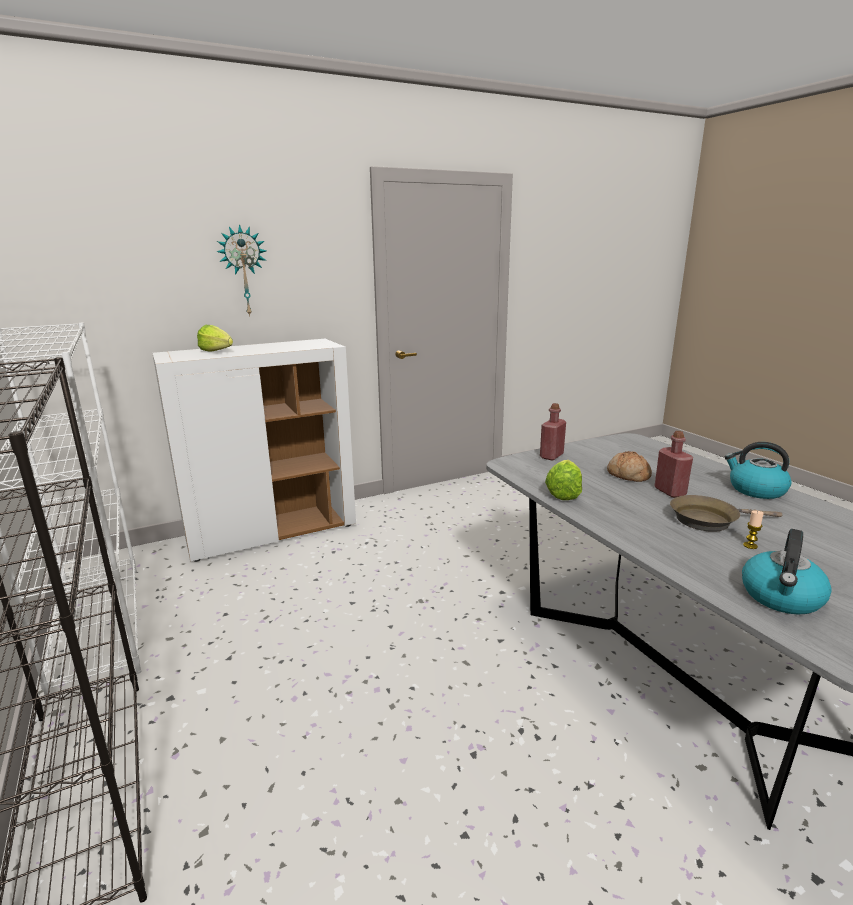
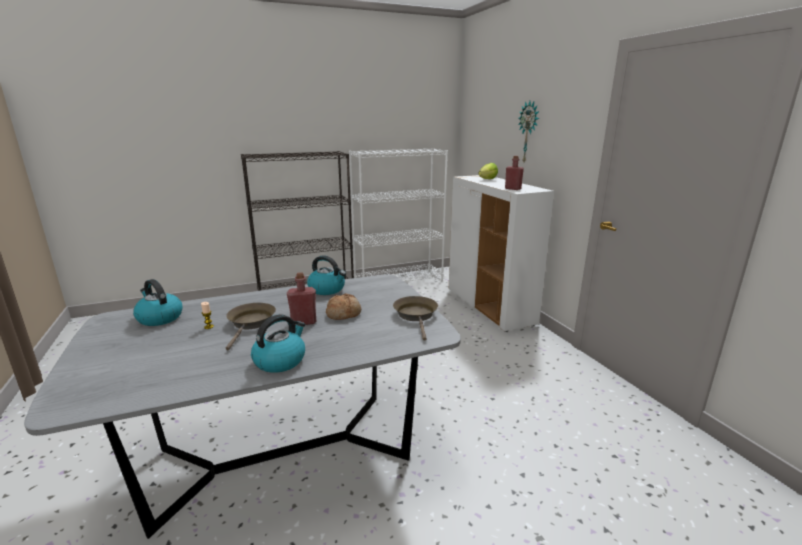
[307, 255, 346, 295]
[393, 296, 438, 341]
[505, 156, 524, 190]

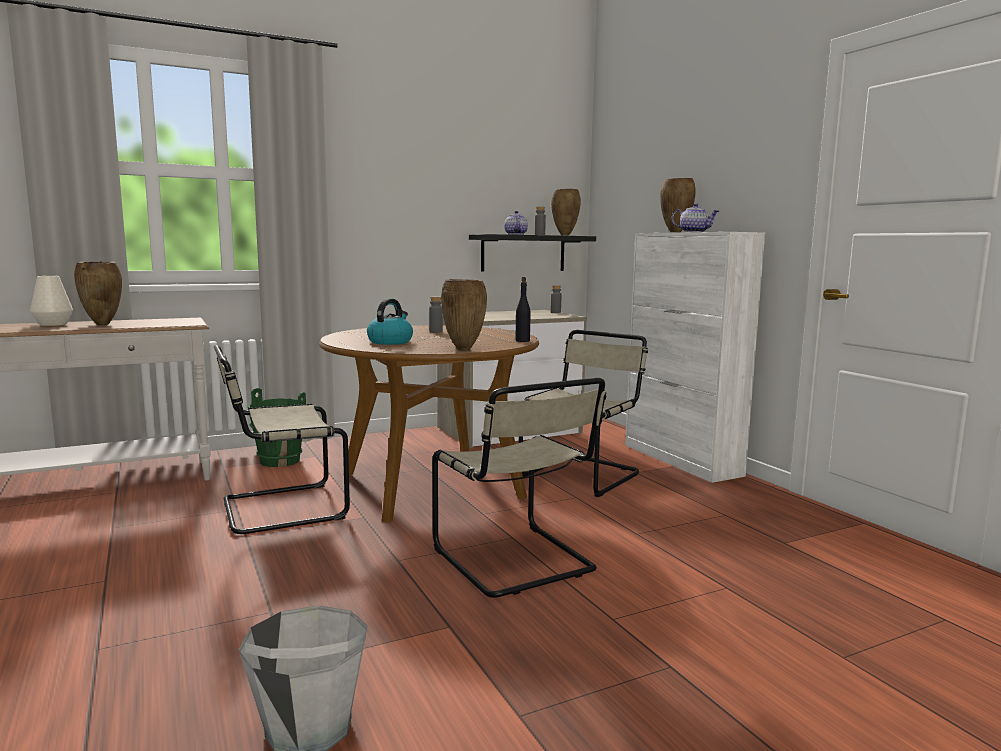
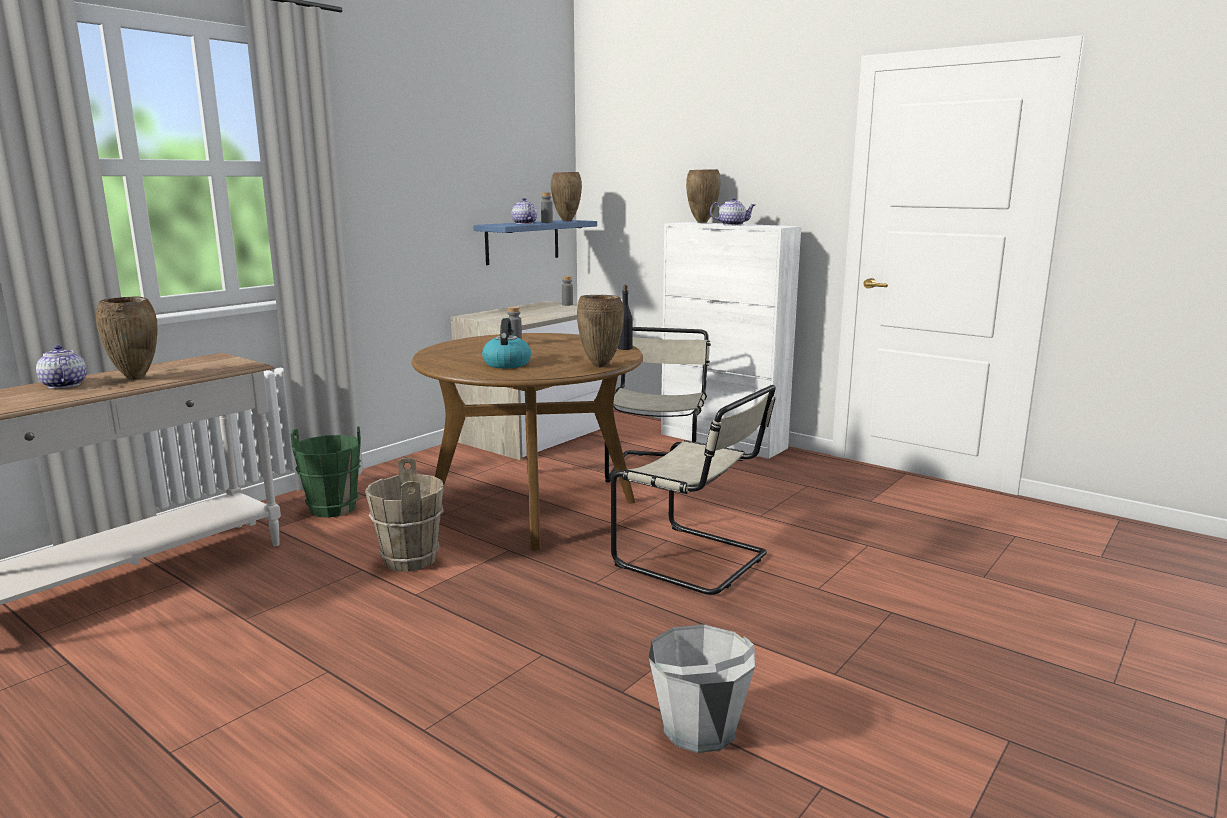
[36, 345, 87, 389]
[365, 457, 444, 572]
[473, 220, 597, 265]

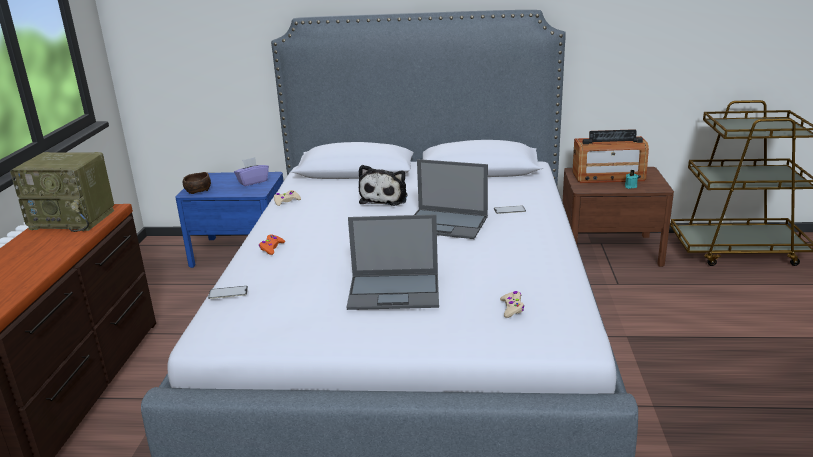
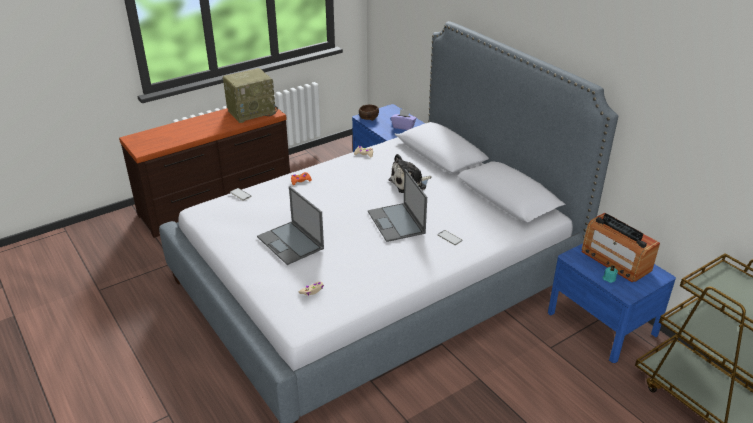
[223, 68, 278, 123]
[548, 243, 676, 363]

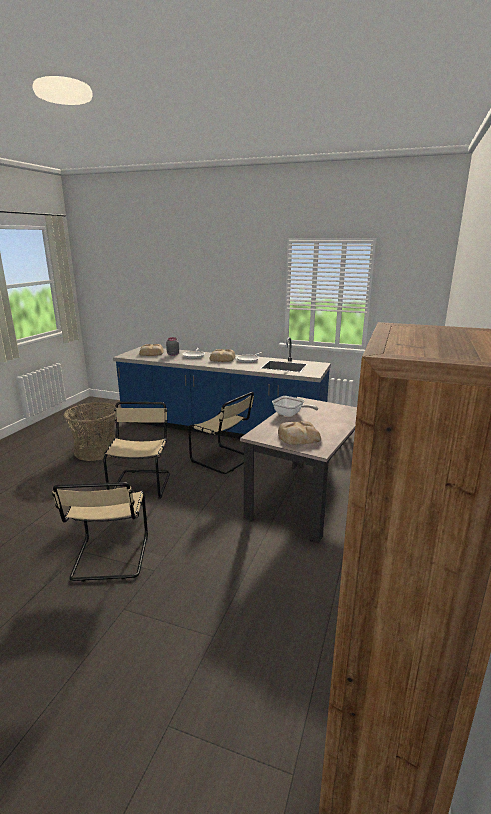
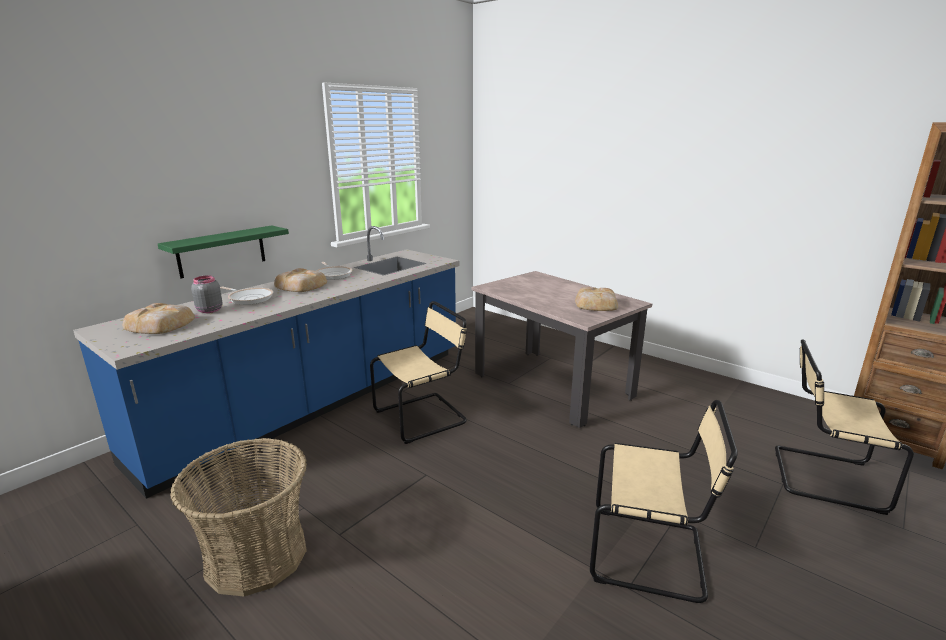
[158, 225, 289, 279]
[775, 339, 914, 515]
[272, 396, 318, 417] (first image)

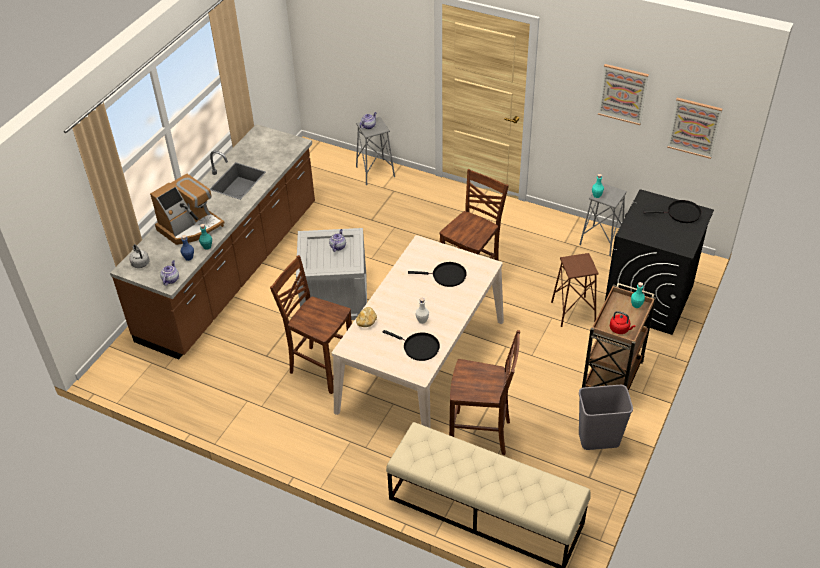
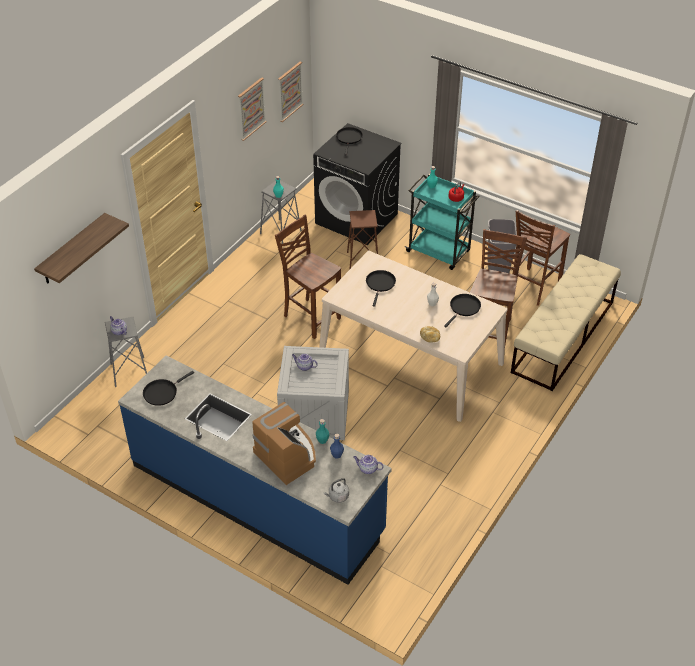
[34, 213, 129, 284]
[118, 356, 392, 585]
[143, 371, 194, 406]
[405, 173, 480, 270]
[513, 210, 570, 306]

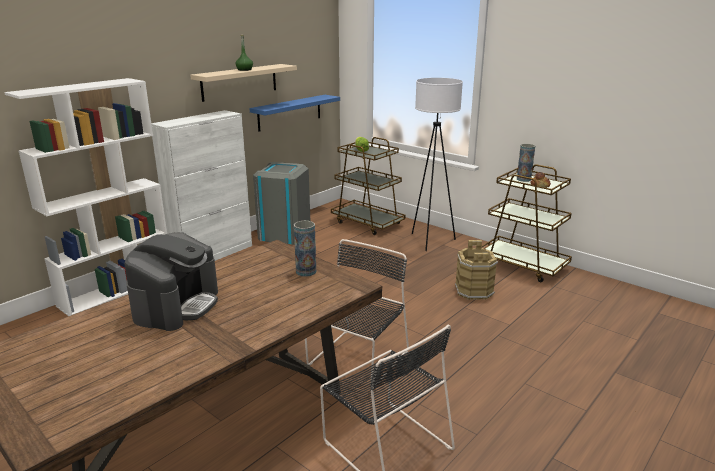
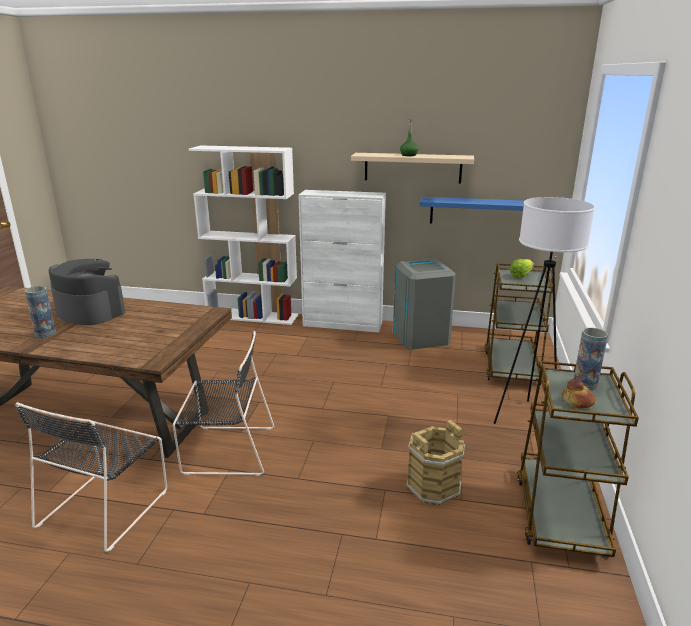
[24, 286, 56, 338]
[49, 259, 125, 325]

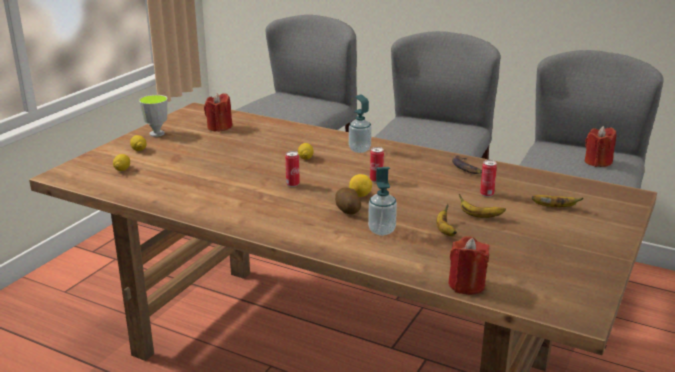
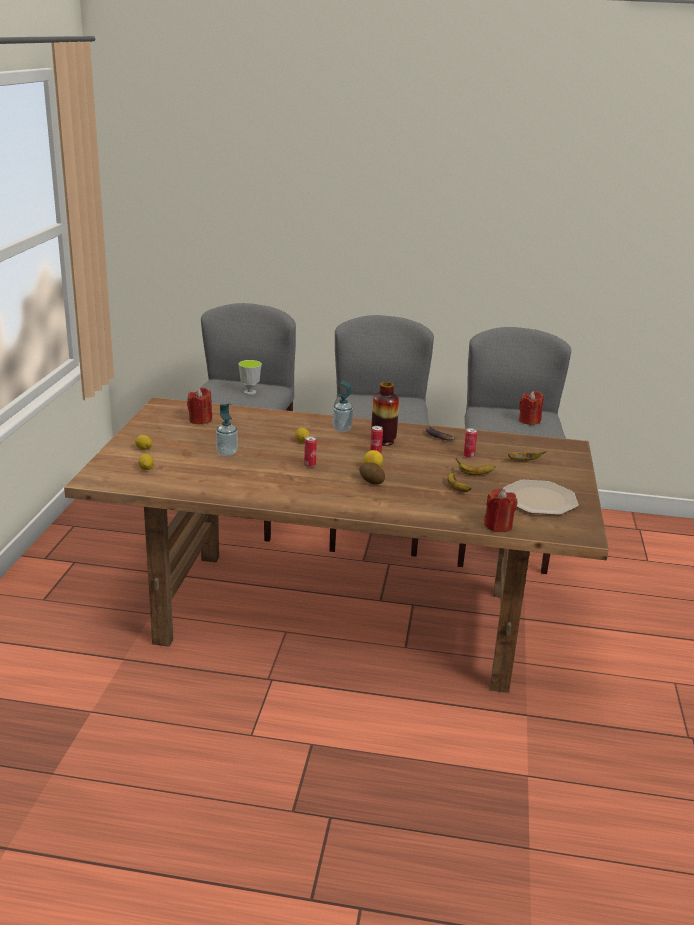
[216, 403, 238, 456]
[238, 360, 262, 395]
[371, 382, 399, 446]
[503, 480, 579, 515]

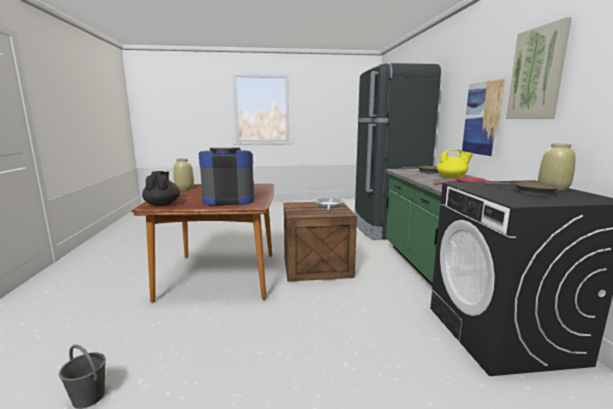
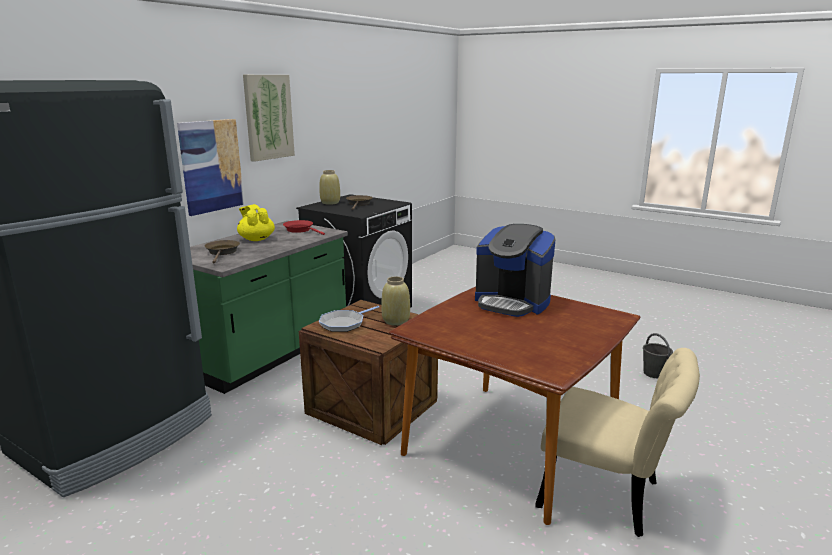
[381, 276, 410, 326]
[536, 348, 700, 537]
[142, 171, 180, 206] (first image)

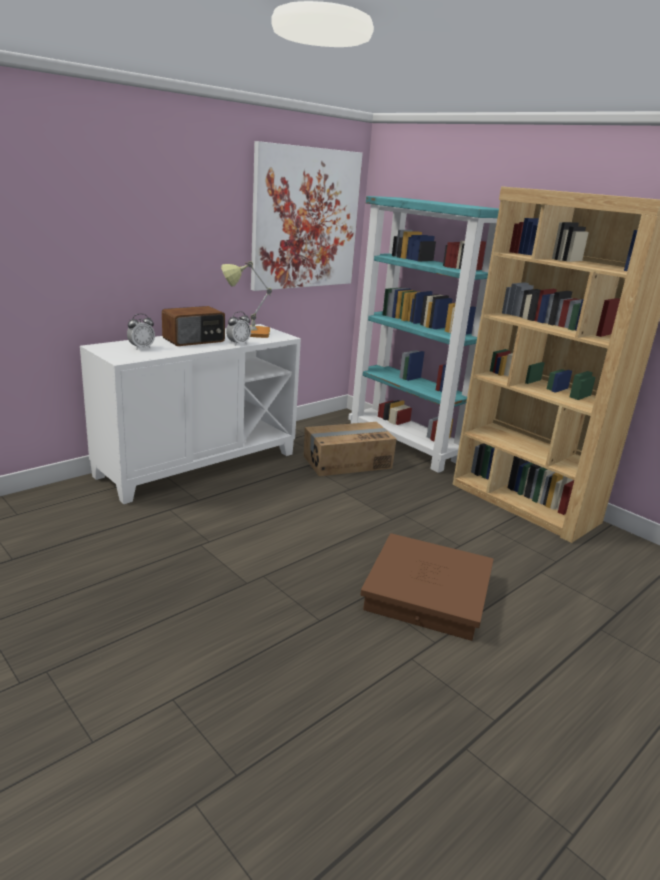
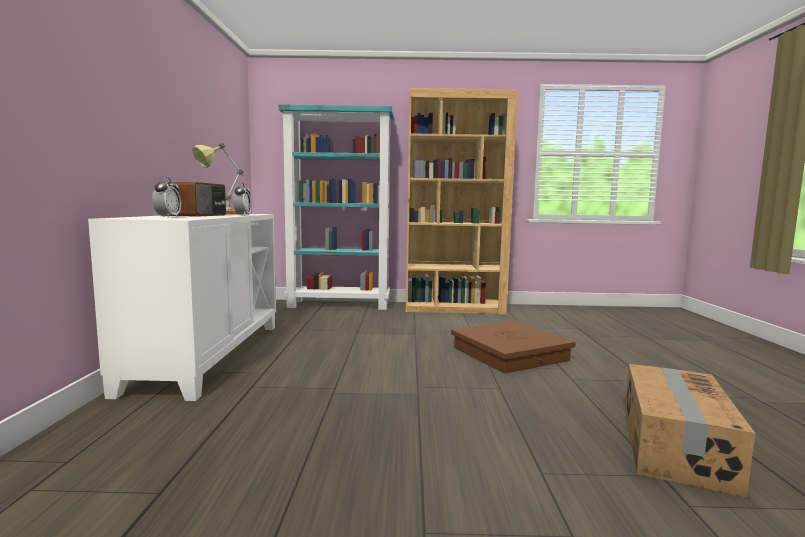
[625, 364, 756, 498]
[251, 141, 363, 291] (first image)

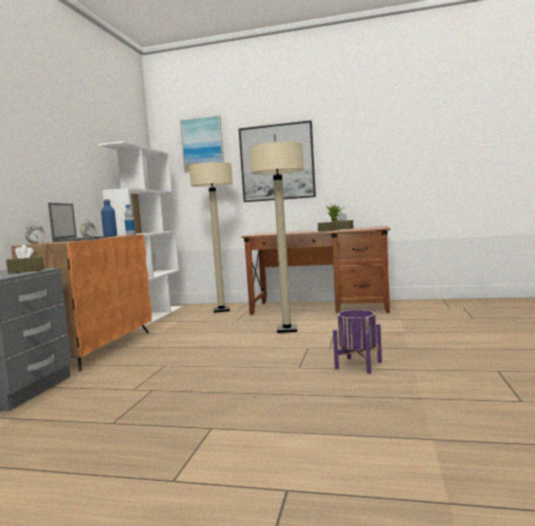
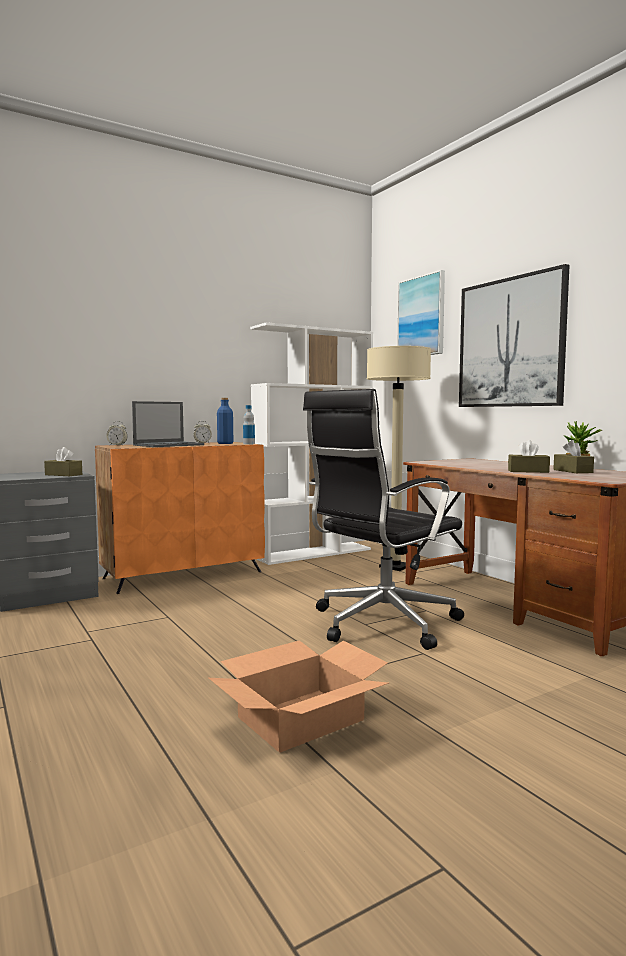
[209, 640, 389, 753]
[303, 389, 464, 650]

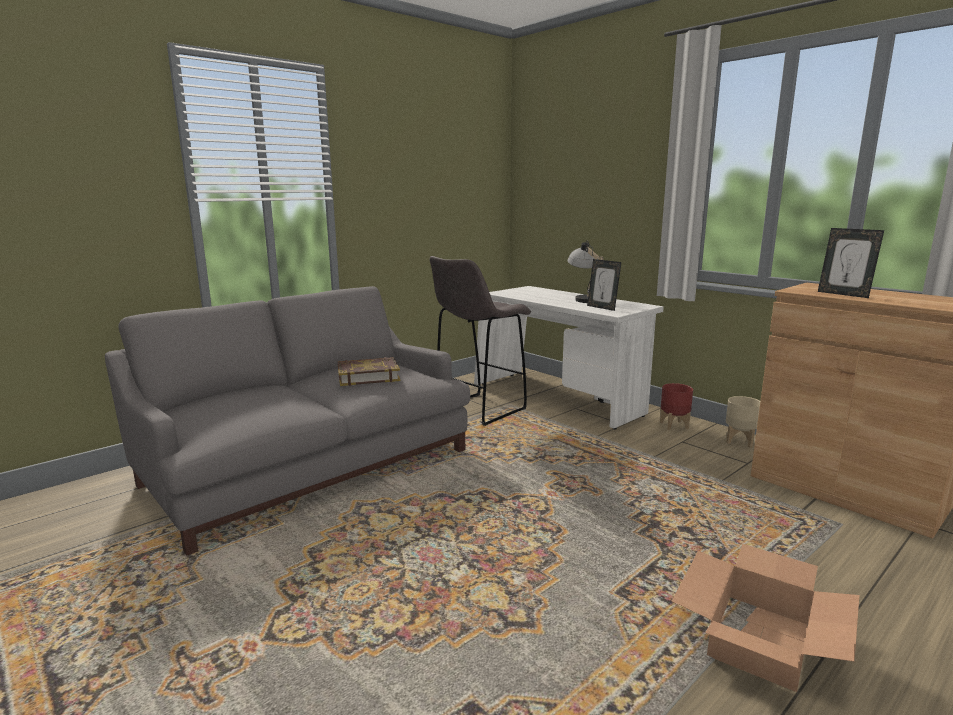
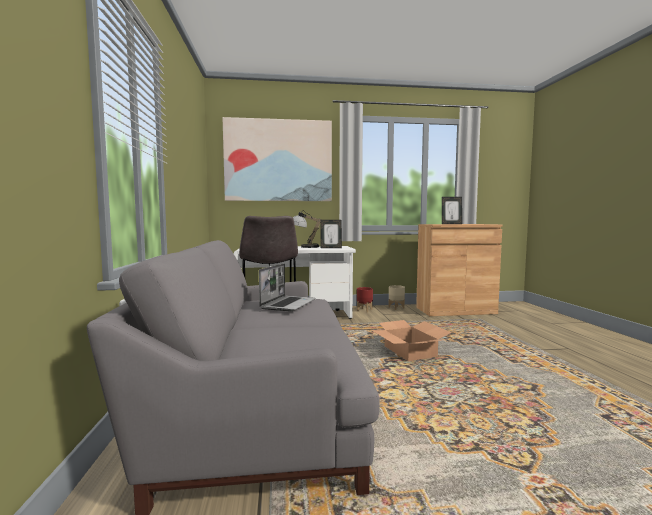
[223, 117, 332, 201]
[259, 263, 316, 311]
[371, 320, 451, 361]

